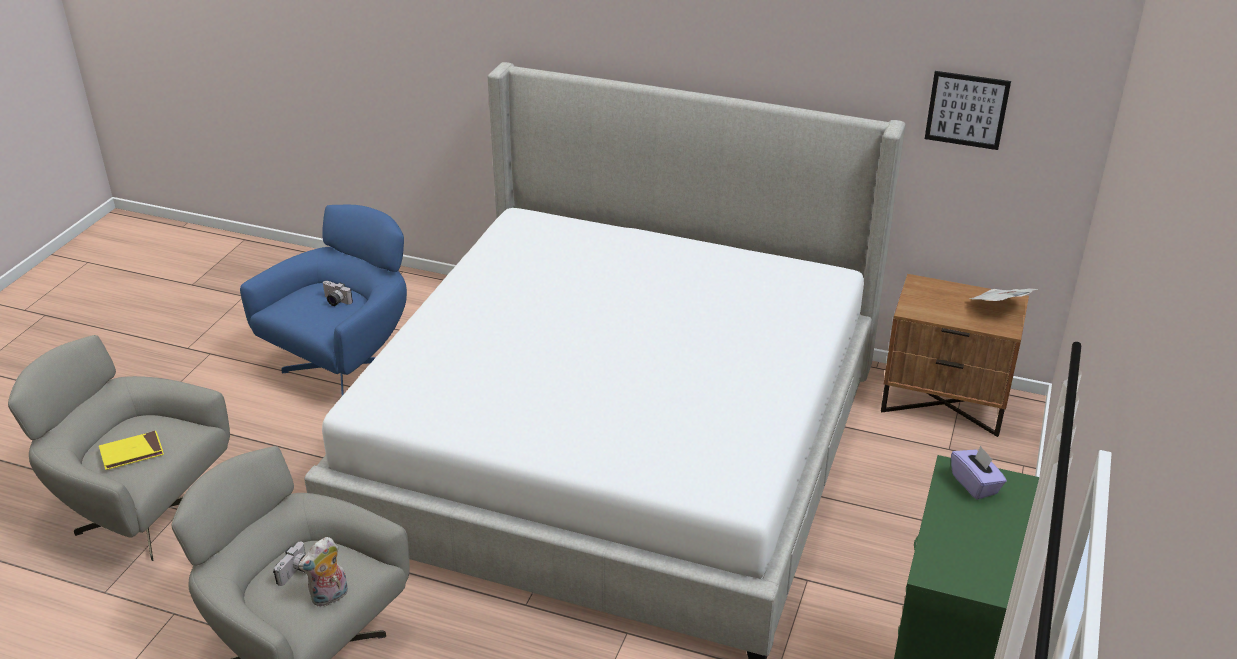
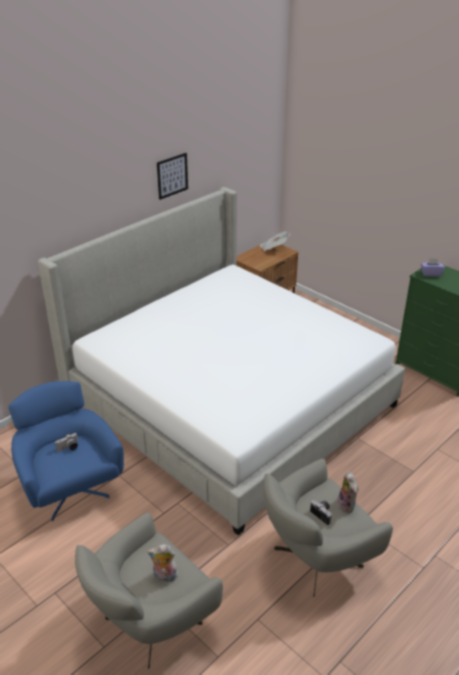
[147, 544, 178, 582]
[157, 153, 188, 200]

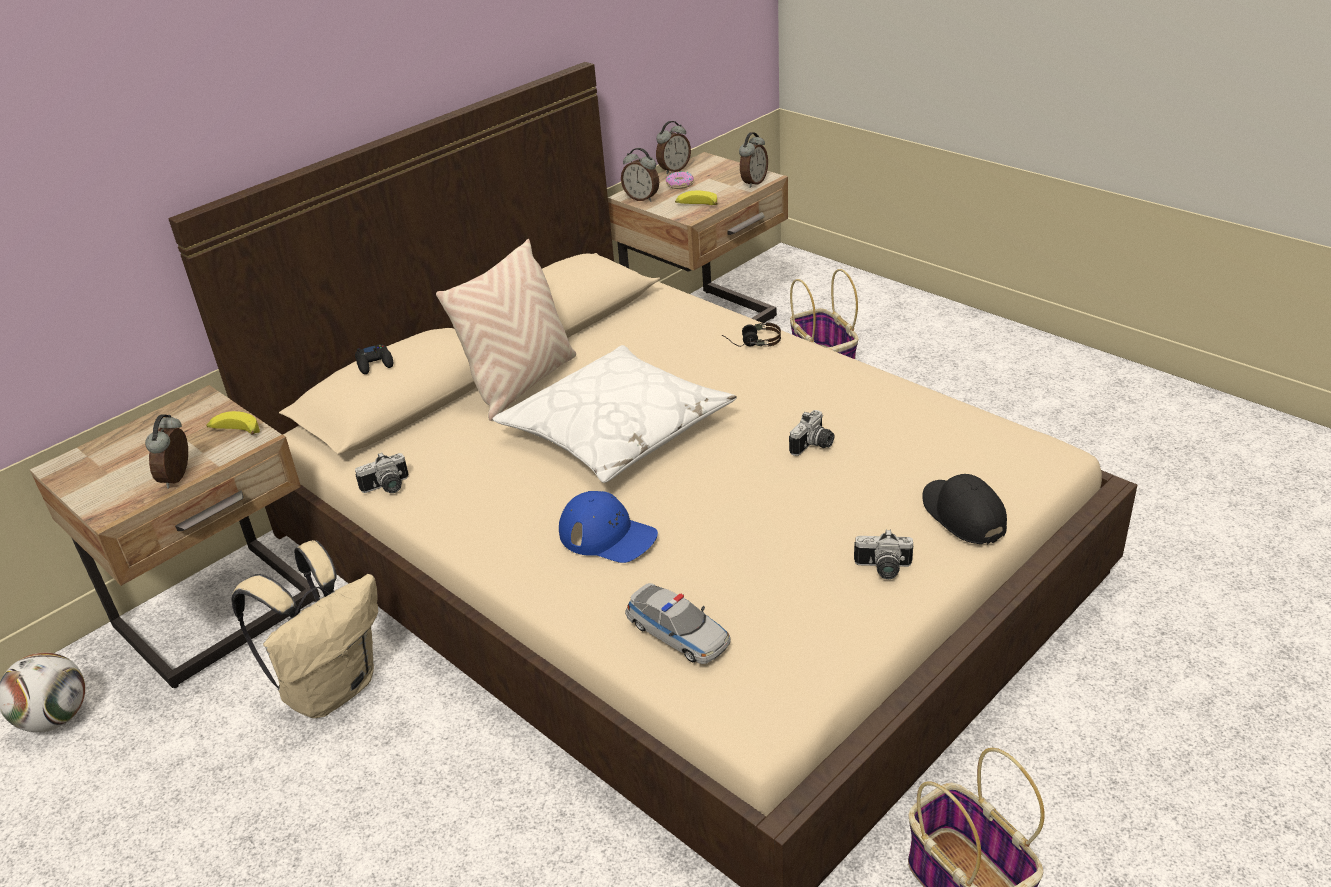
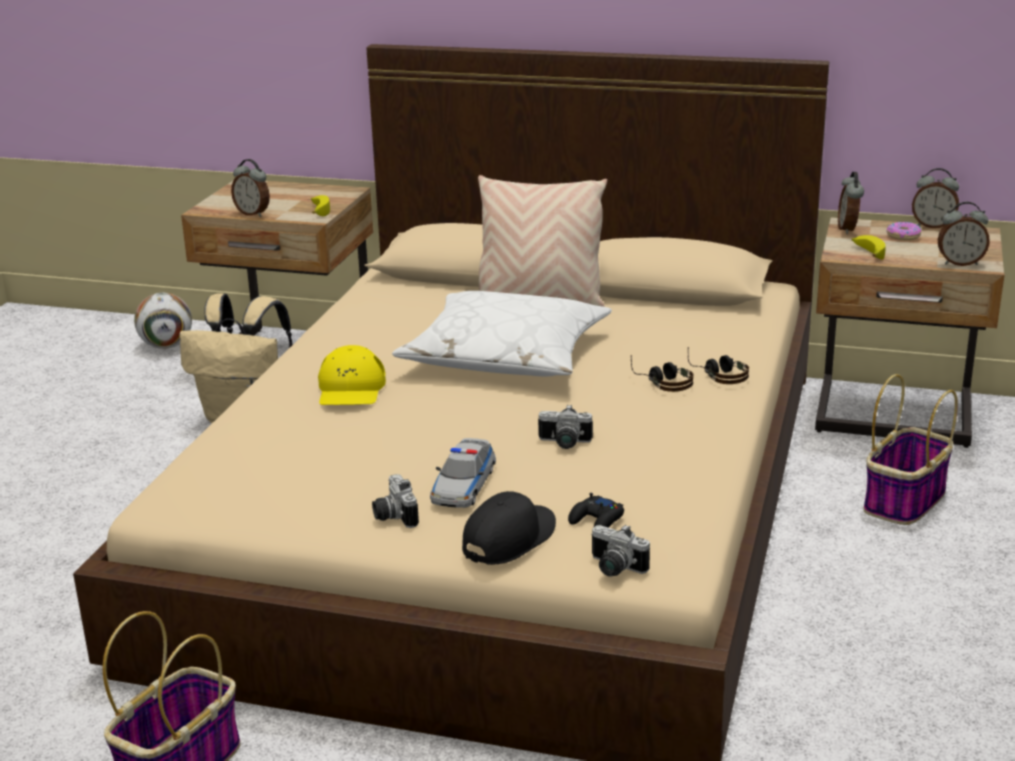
[231, 159, 270, 217]
[318, 345, 386, 405]
[430, 438, 496, 508]
[568, 493, 624, 528]
[591, 525, 650, 577]
[631, 355, 694, 392]

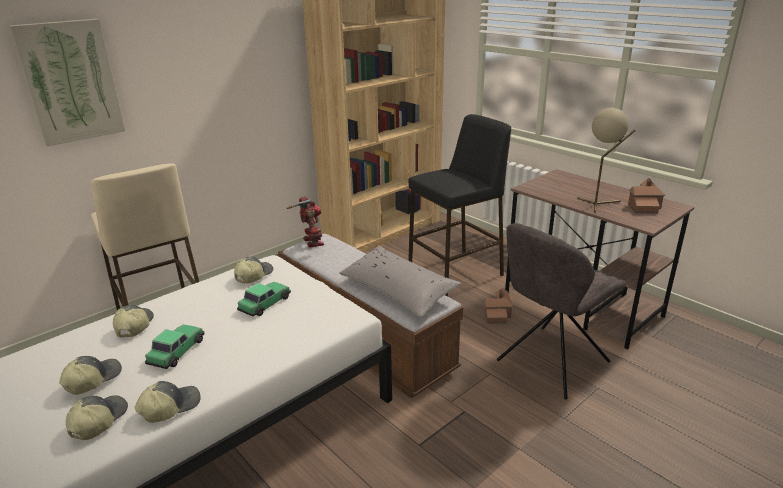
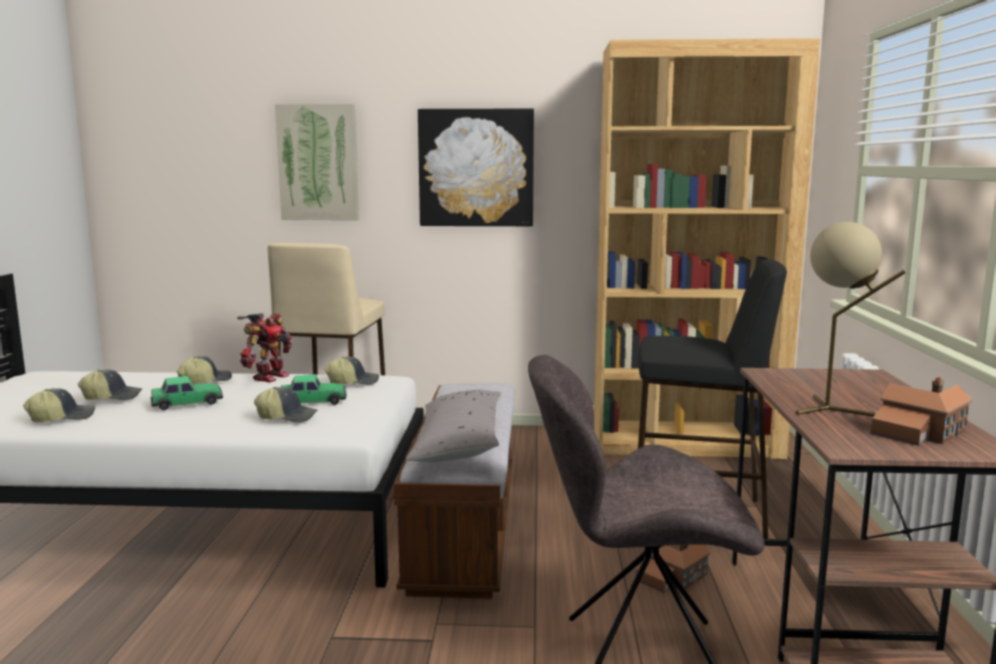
[237, 313, 292, 382]
[254, 387, 318, 423]
[418, 108, 534, 227]

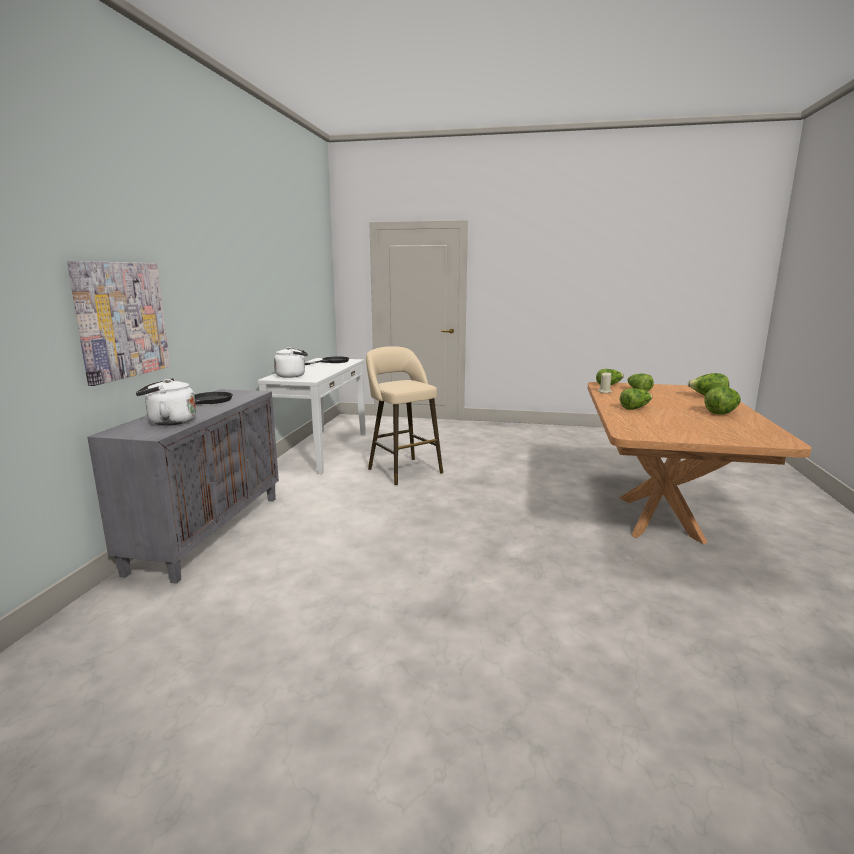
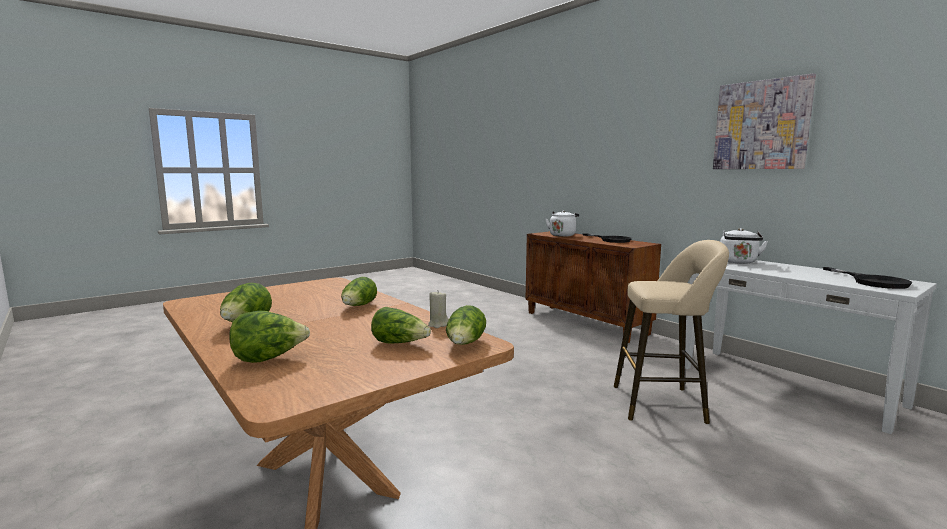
[526, 231, 661, 343]
[713, 73, 816, 169]

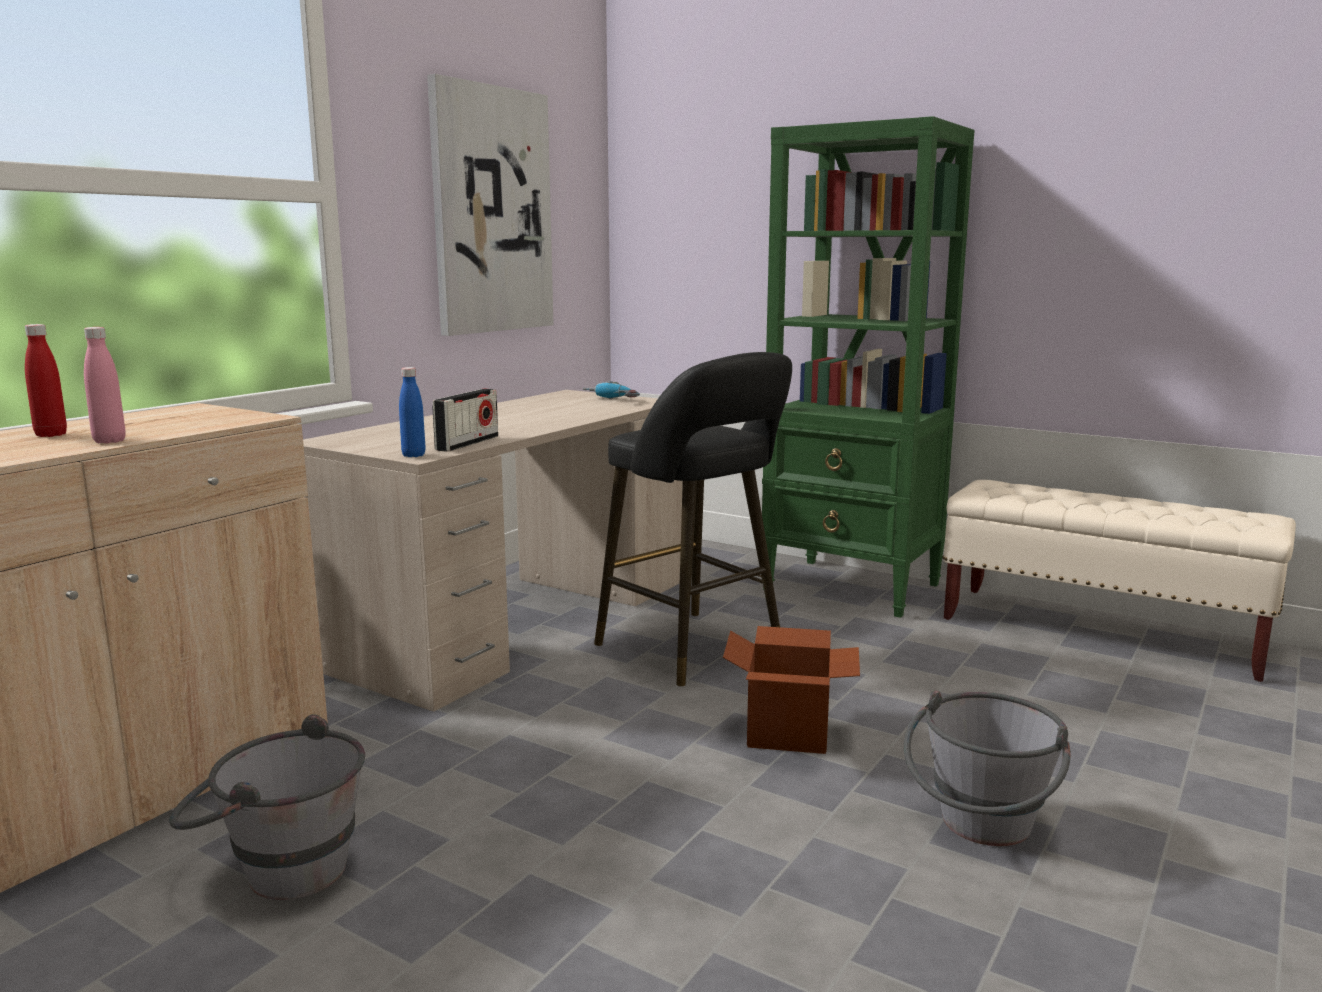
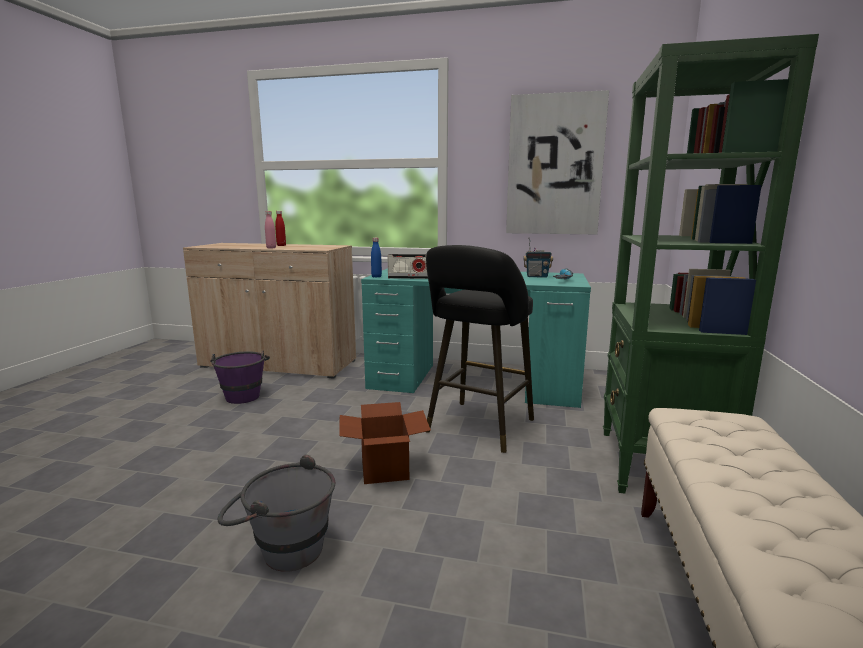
[210, 351, 270, 404]
[361, 268, 591, 408]
[523, 239, 553, 278]

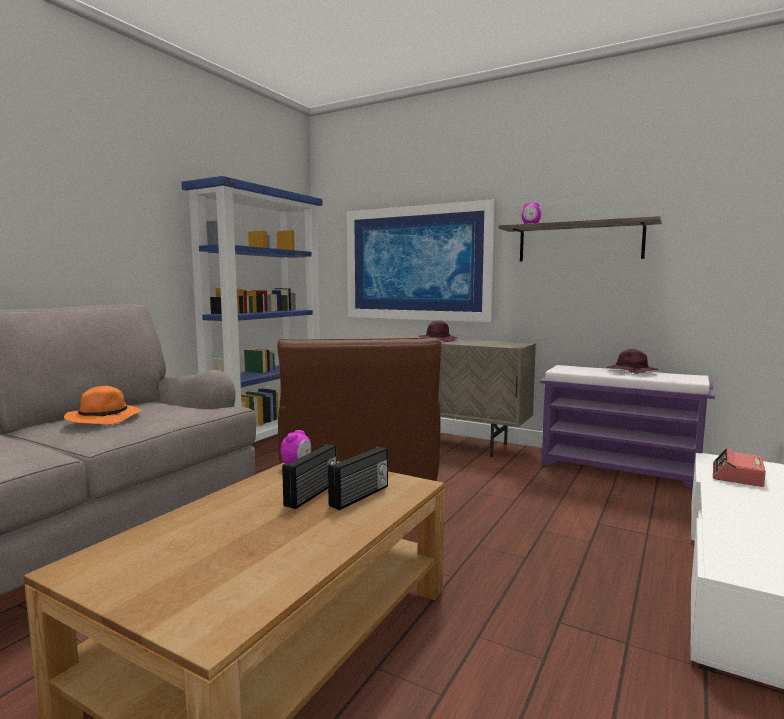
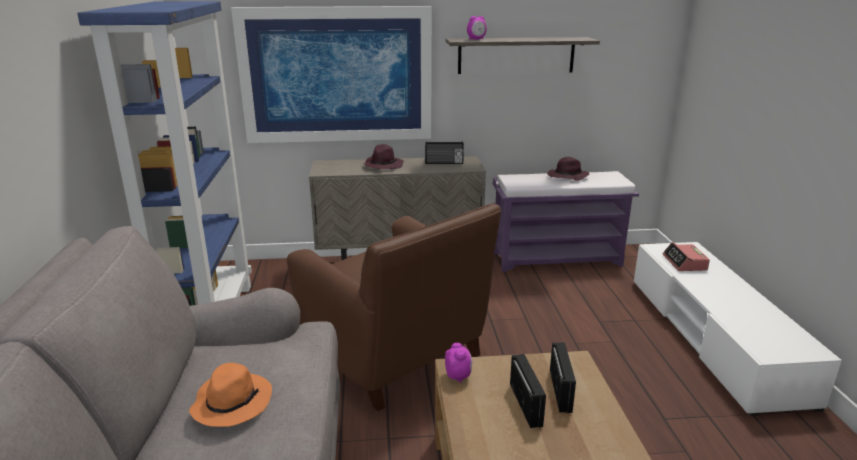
[425, 141, 464, 164]

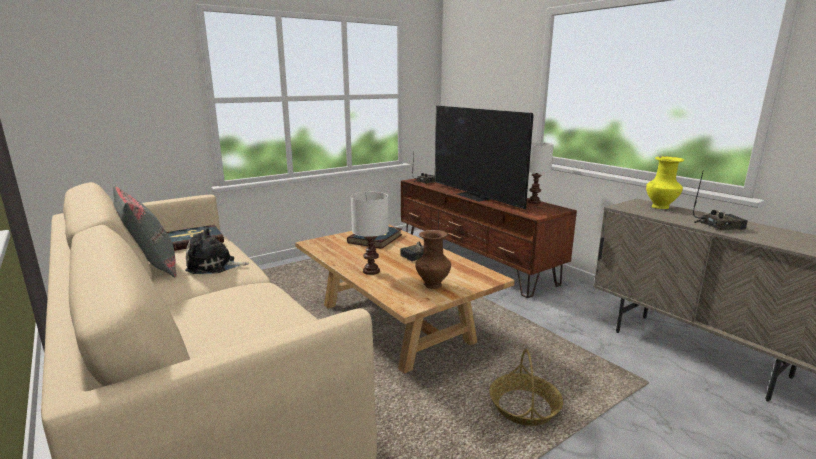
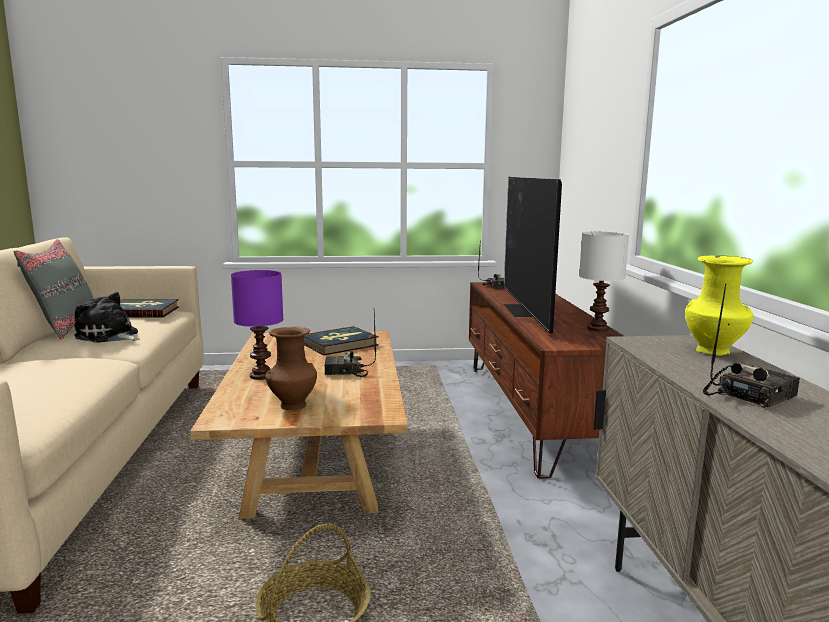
[231, 270, 283, 380]
[703, 284, 800, 408]

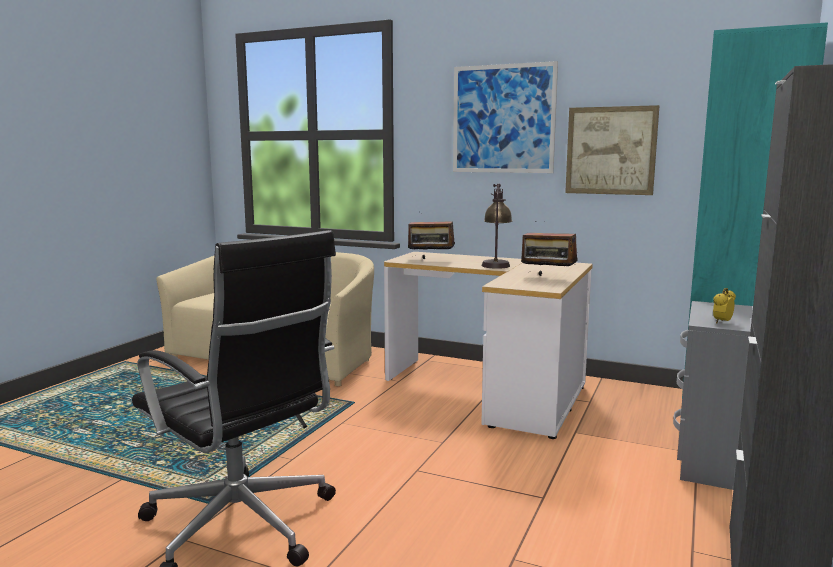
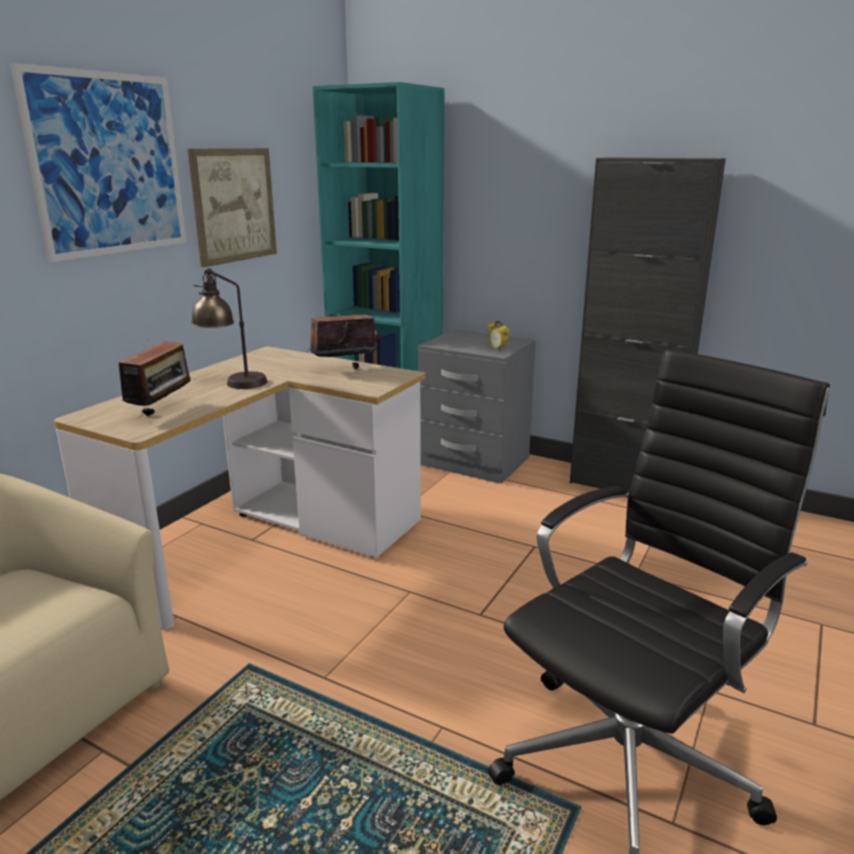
[310, 299, 376, 369]

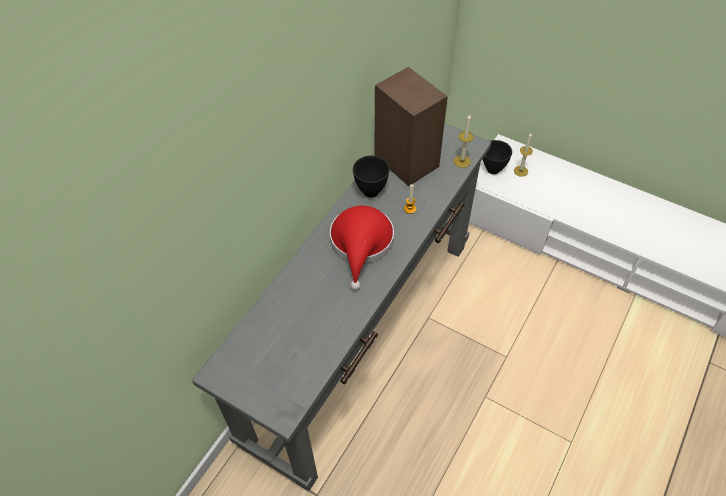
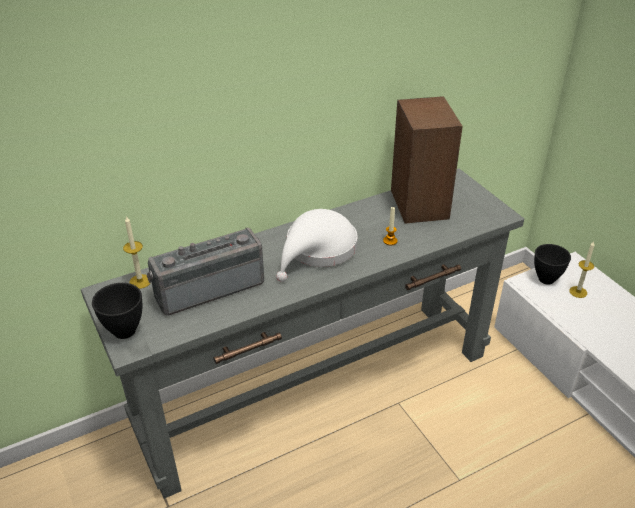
[92, 283, 142, 339]
[123, 216, 150, 289]
[146, 228, 264, 315]
[276, 209, 358, 282]

